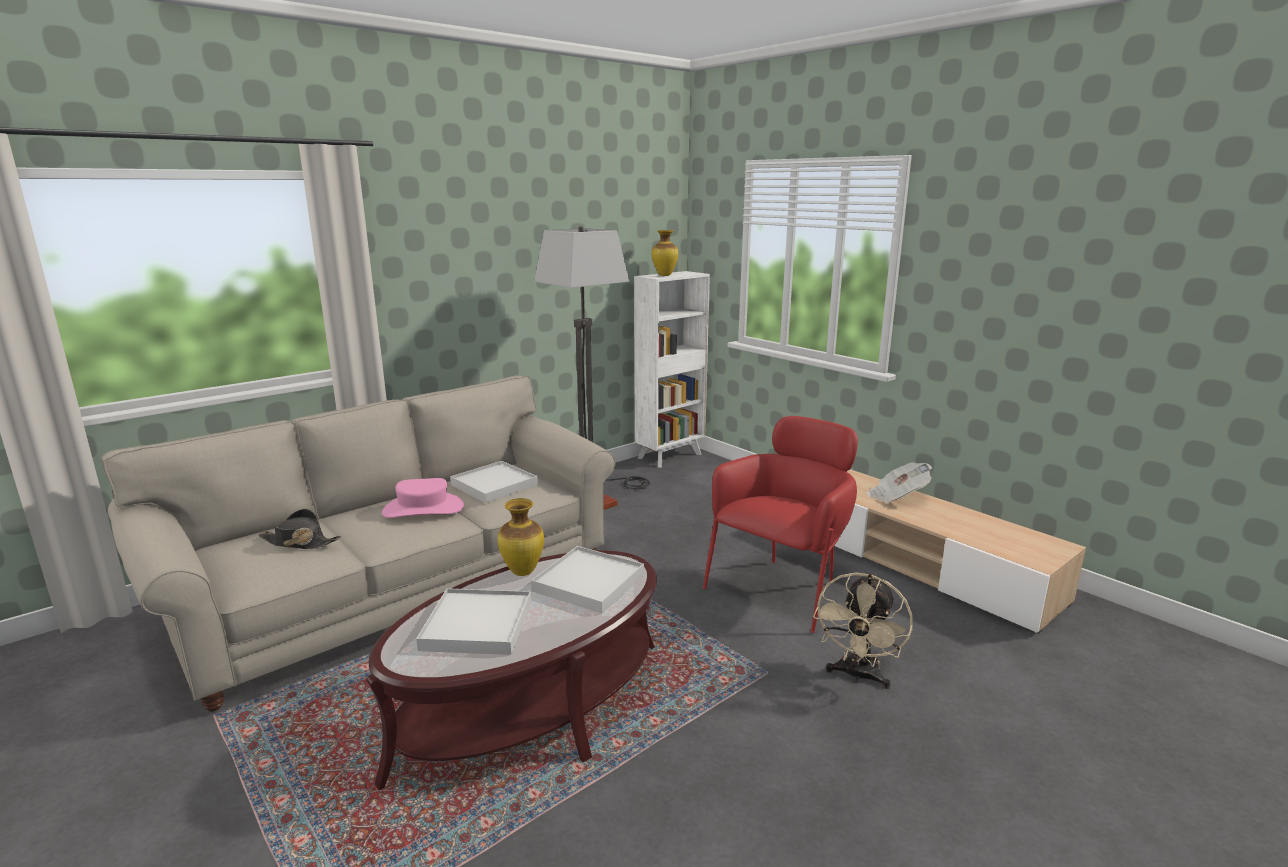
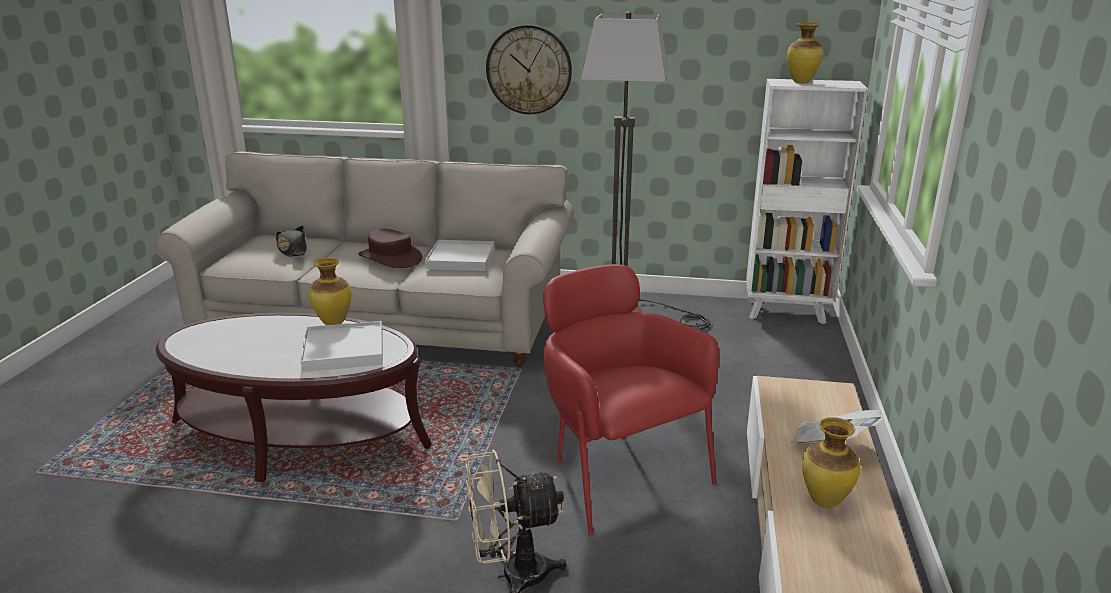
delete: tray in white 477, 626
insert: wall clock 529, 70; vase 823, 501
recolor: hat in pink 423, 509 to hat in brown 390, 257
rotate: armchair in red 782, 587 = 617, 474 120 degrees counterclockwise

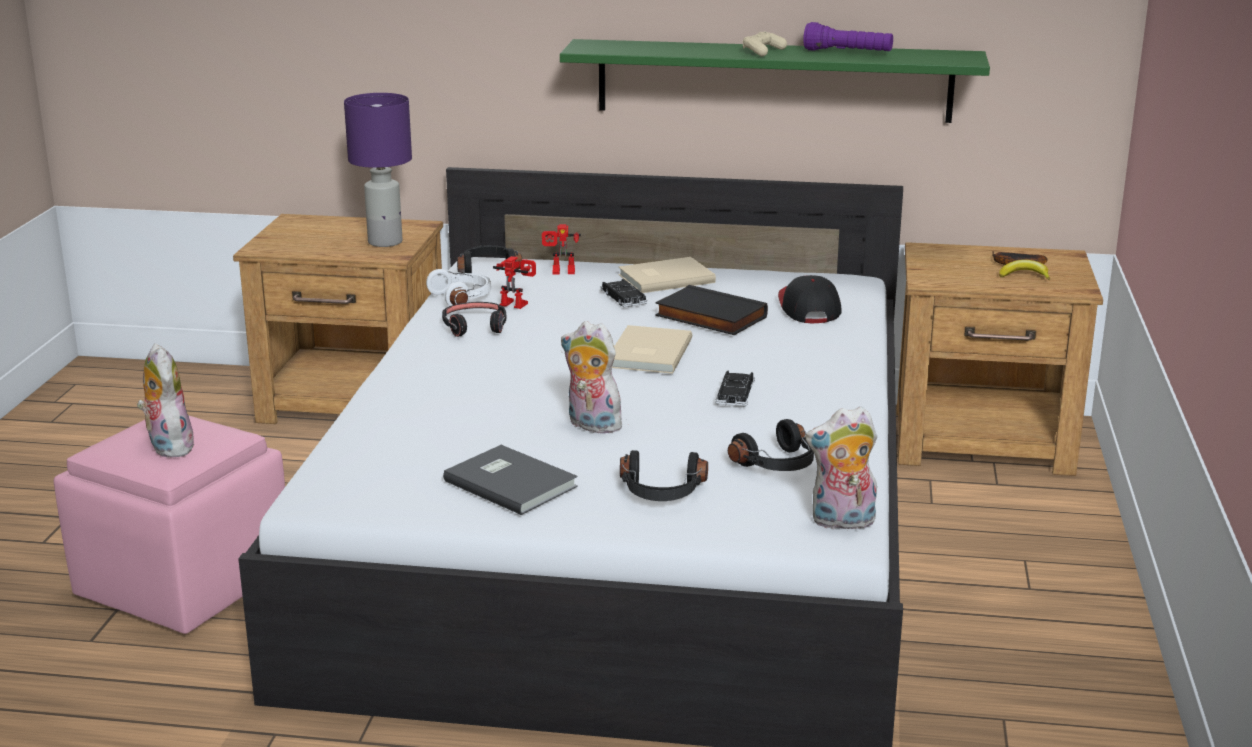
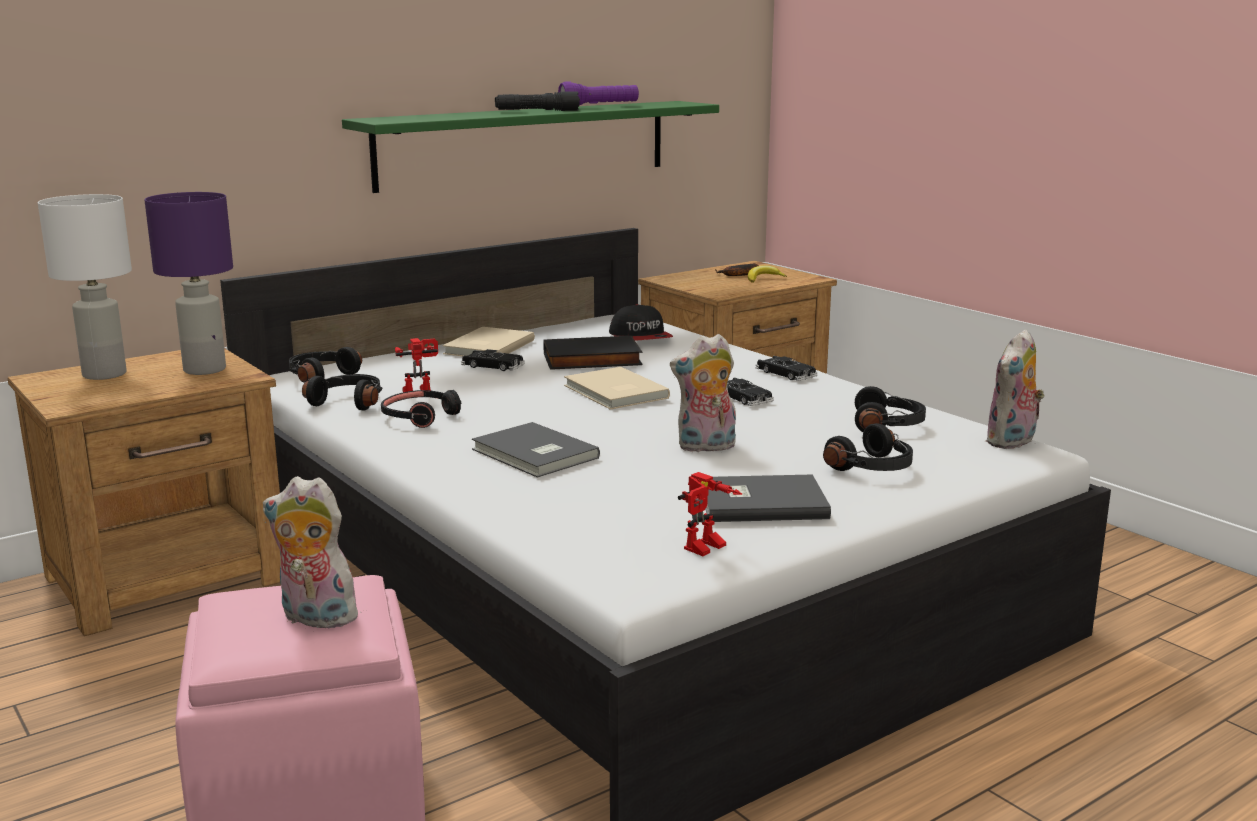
insert: table lamp in white 105, 375; book in grey 533, 455; toy car in black 785, 374
move: toy robot 561, 272 to 707, 549
replace: game controller in beige 763, 51 to flashlight in black 537, 111
recolor: headphones in white 462, 298 to headphones in black 349, 402
rotate: cap 808, 307 = 641, 337 150 degrees counterclockwise

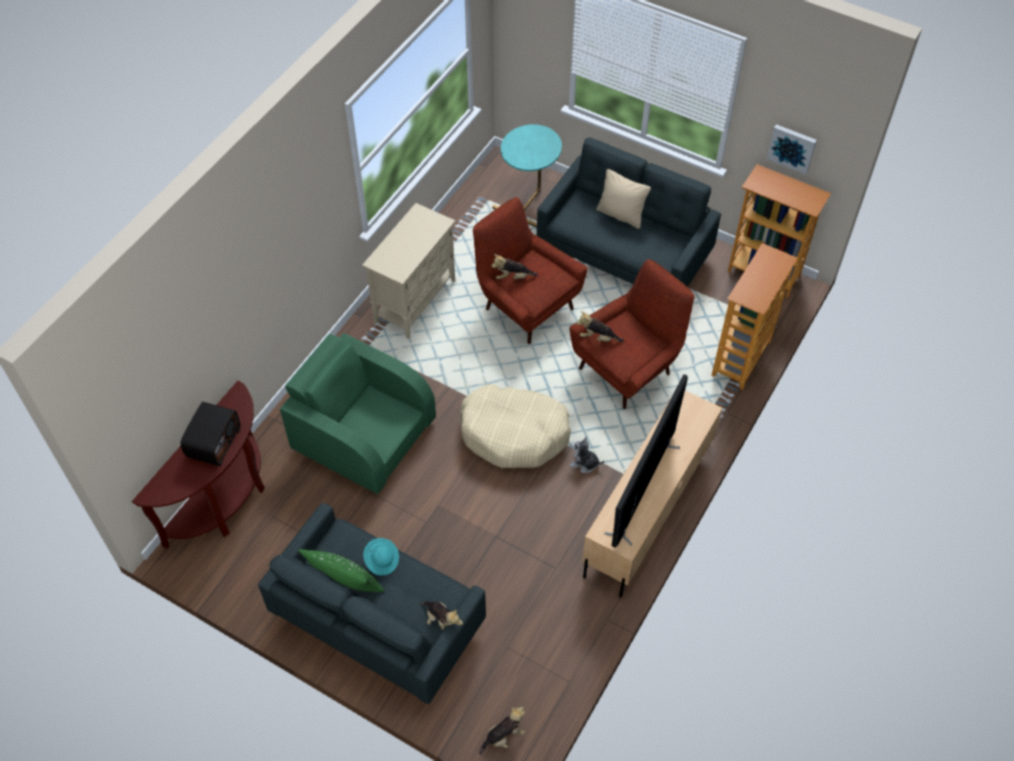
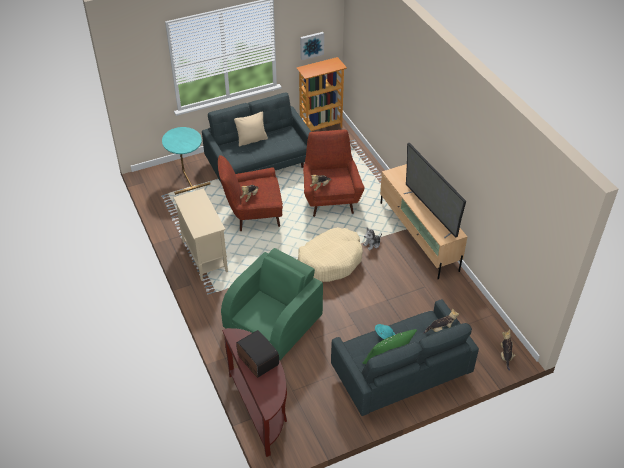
delete: bookcase 741, 359
rotate: armchair in green 363, 435 = 274, 322 150 degrees clockwise

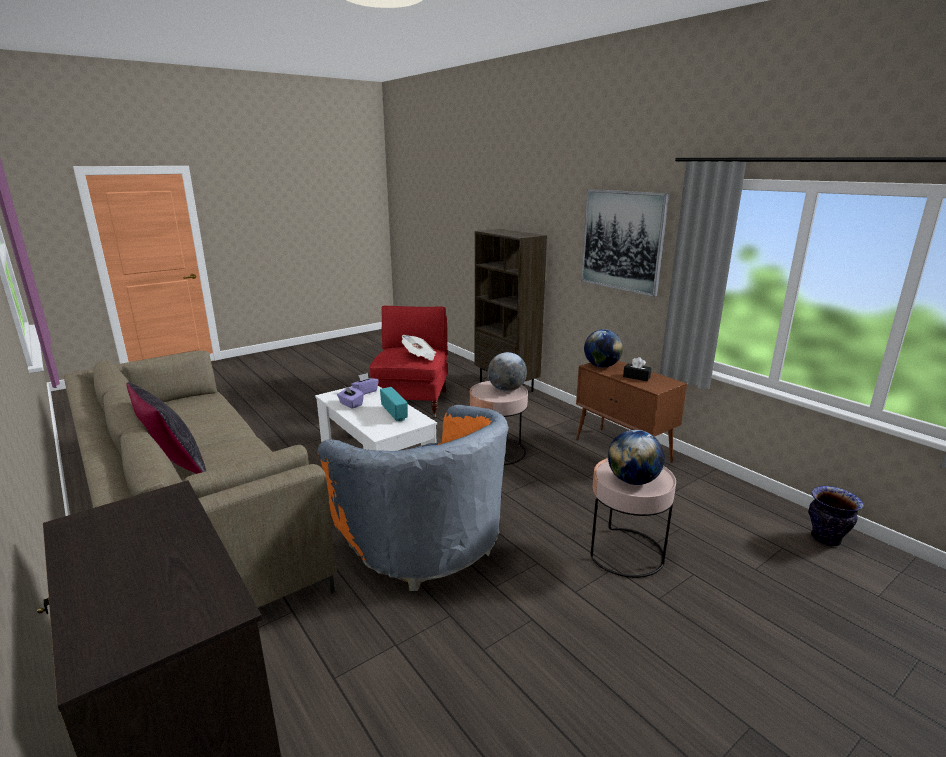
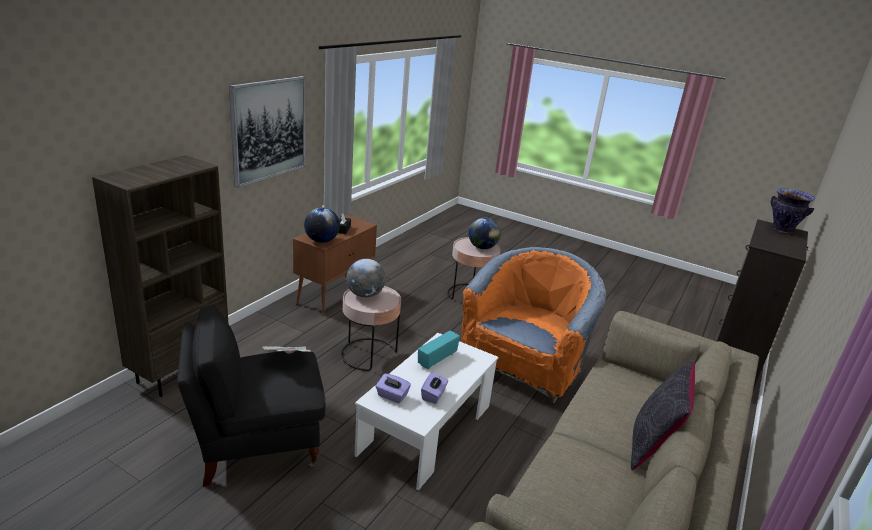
move: vase 826, 539 to 782, 229
recolor: armchair in red 412, 402 to armchair in black 257, 444

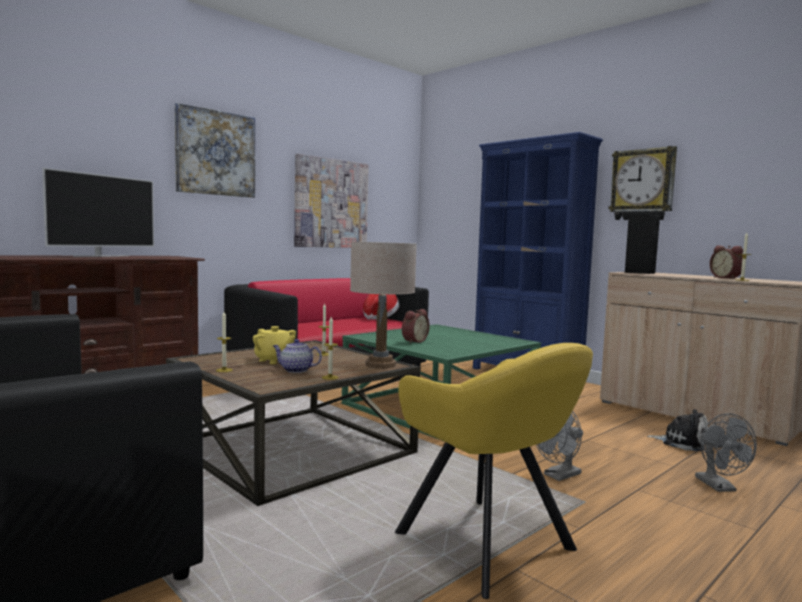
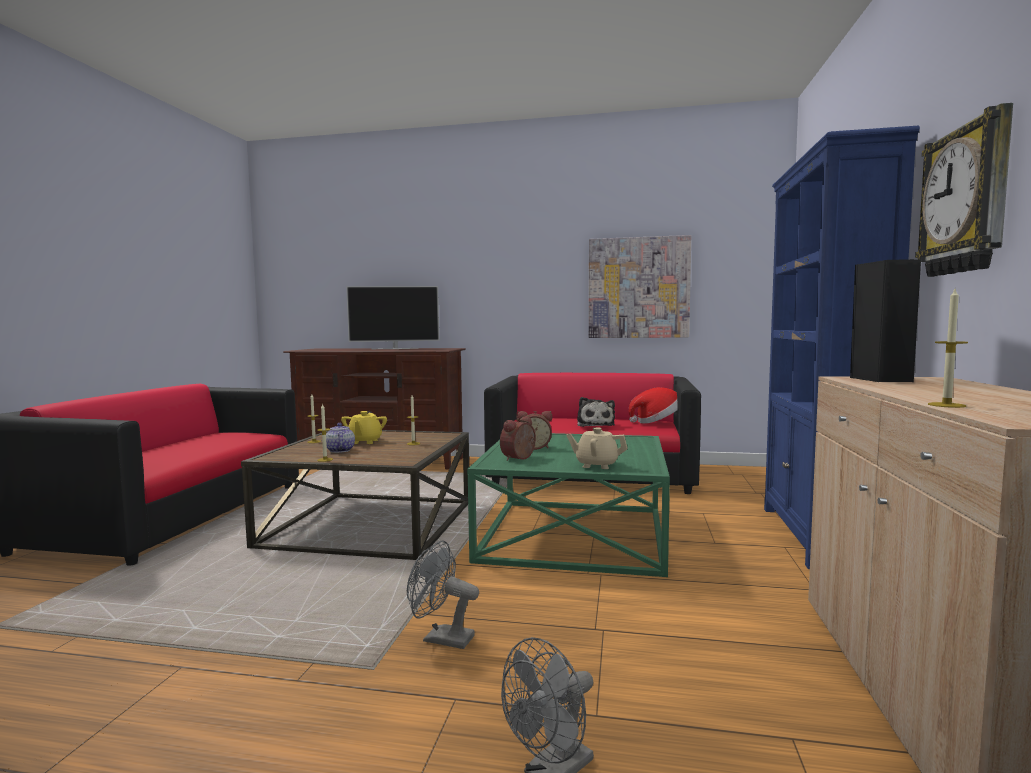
delete: picture 215, 153; table lamp in beige 380, 365; armchair in yellow 489, 546
insert: teapot in beige 596, 465
move: plush toy 682, 442 to 595, 424; alarm clock 727, 278 to 520, 458

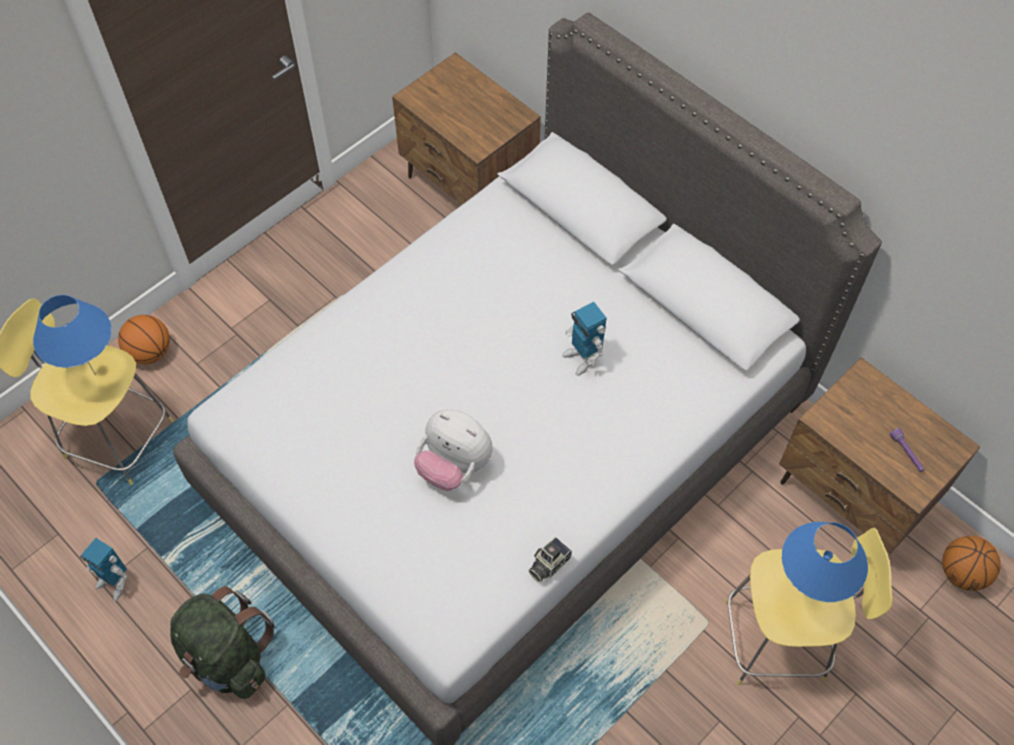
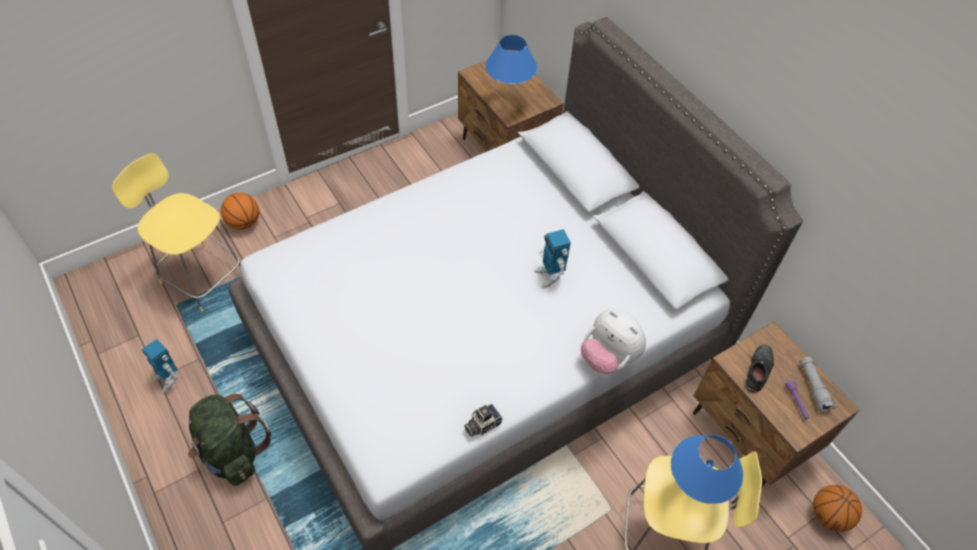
insert: shoe in black 758, 369; flashlight in grey 813, 387
move: table lamp in blue 95, 374 to 508, 106; plush toy 454, 465 to 608, 357

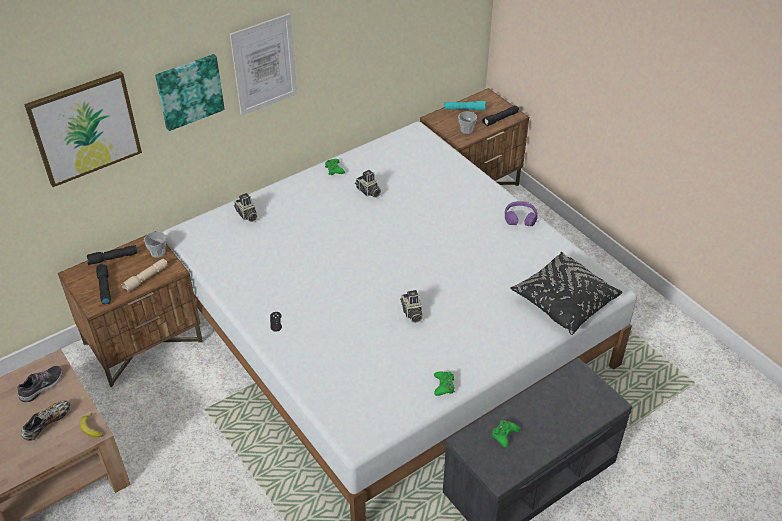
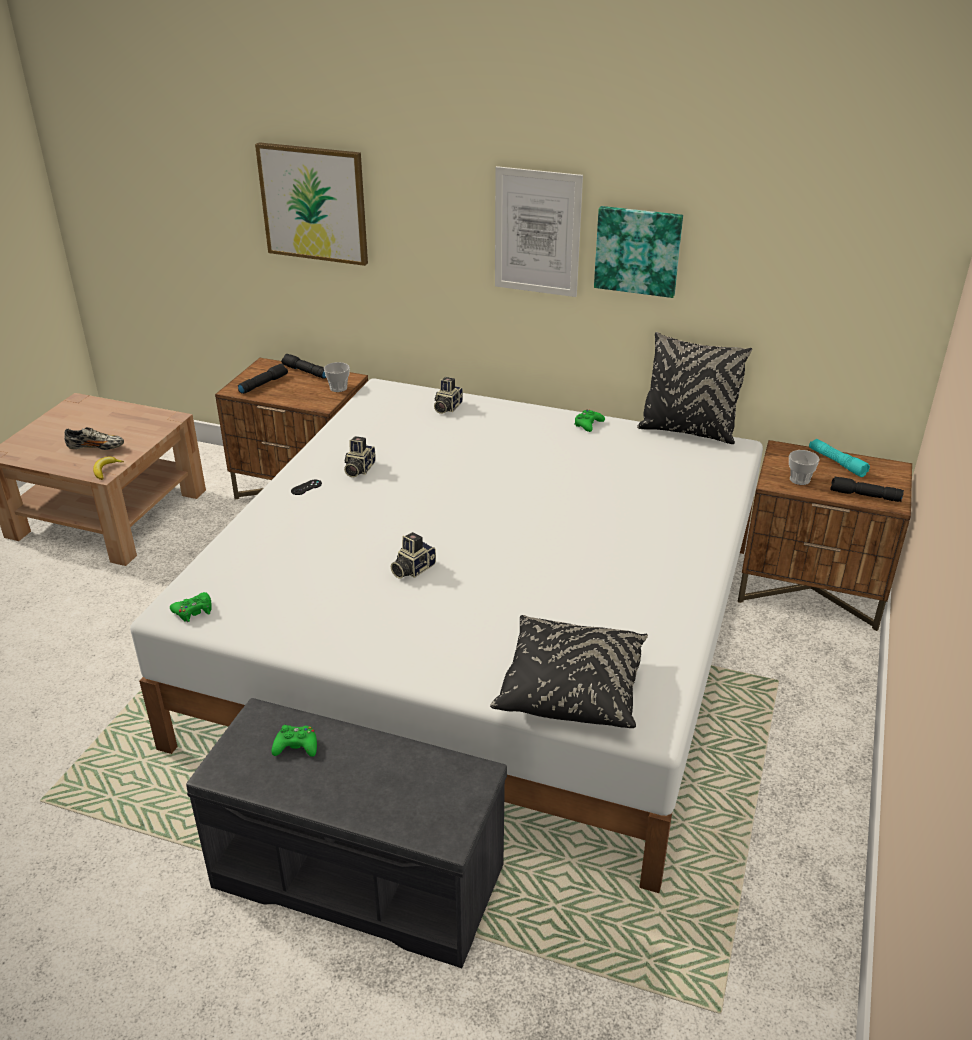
delete: shoe 42, 386; flashlight in beige 146, 279; headphones in purple 520, 218
insert: pillow in black 687, 431
move: picture 189, 91 to 638, 250; photo camera 368, 192 to 358, 469; game controller in green 444, 386 to 193, 611

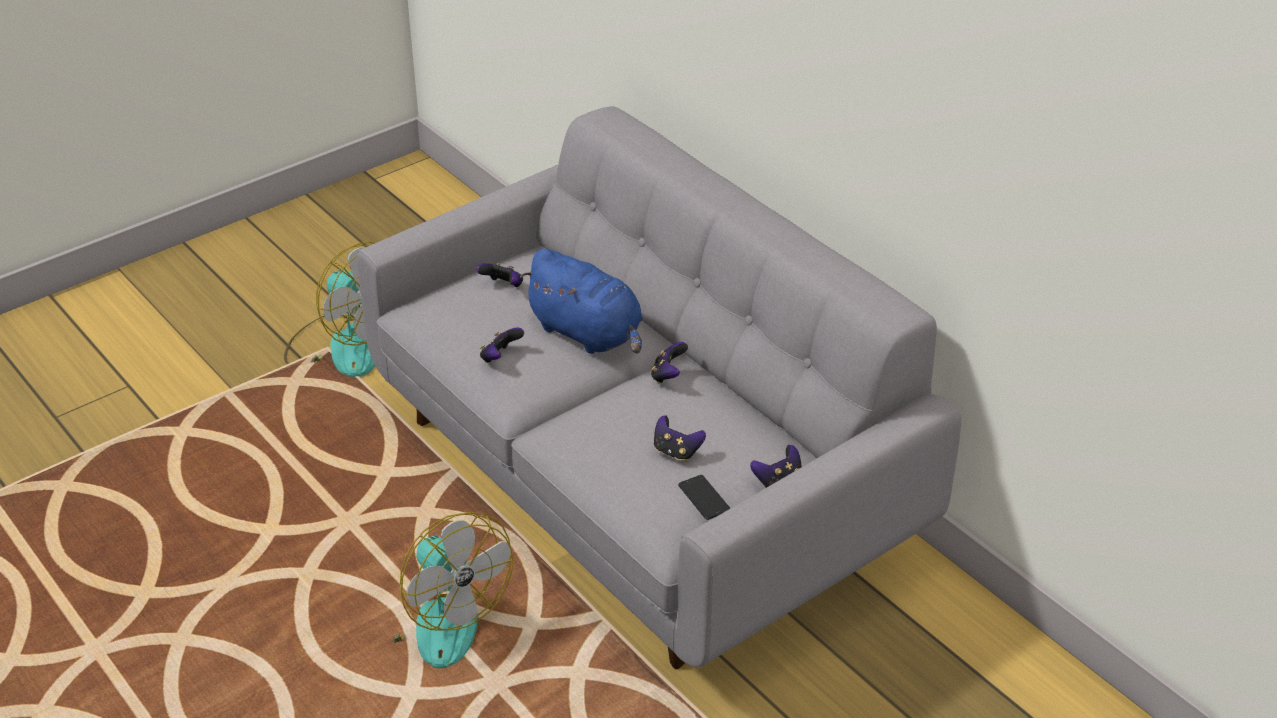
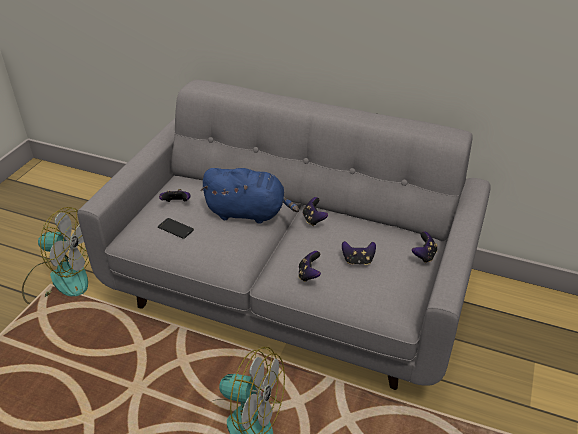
move: game controller 500, 357 to 309, 275; phone 704, 498 to 175, 228

